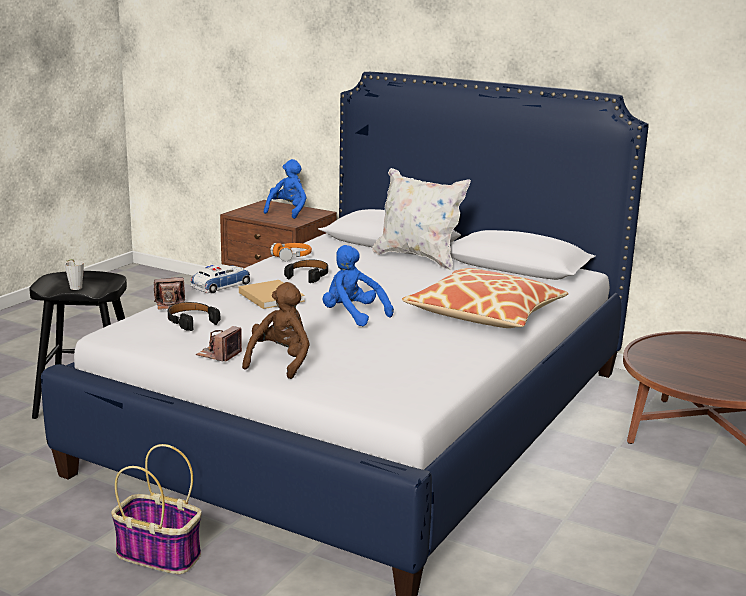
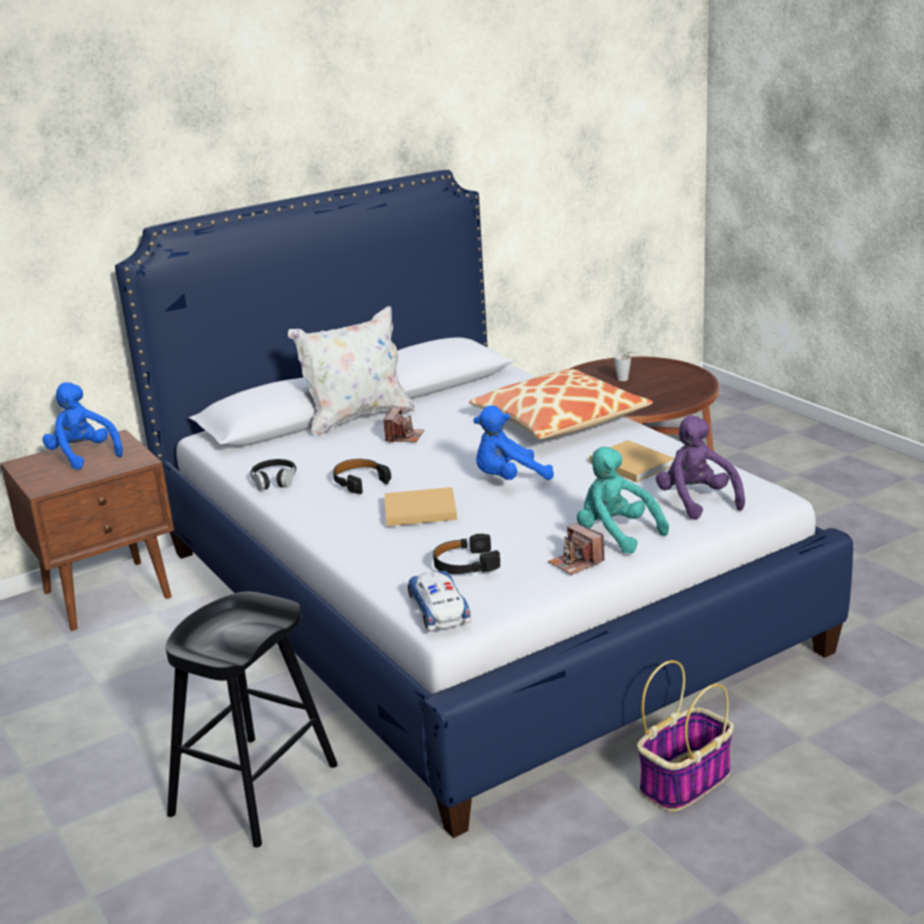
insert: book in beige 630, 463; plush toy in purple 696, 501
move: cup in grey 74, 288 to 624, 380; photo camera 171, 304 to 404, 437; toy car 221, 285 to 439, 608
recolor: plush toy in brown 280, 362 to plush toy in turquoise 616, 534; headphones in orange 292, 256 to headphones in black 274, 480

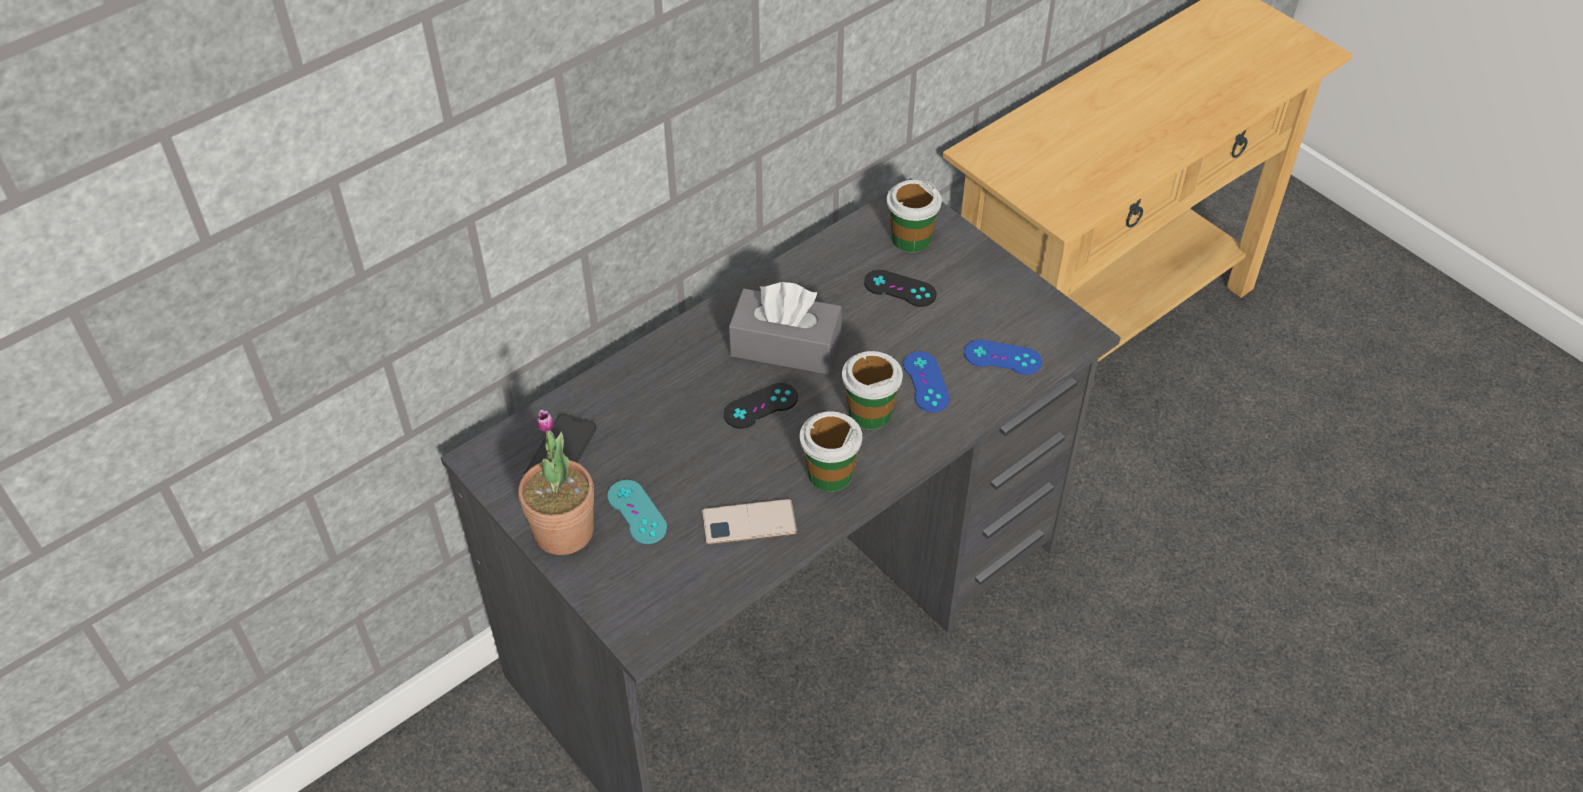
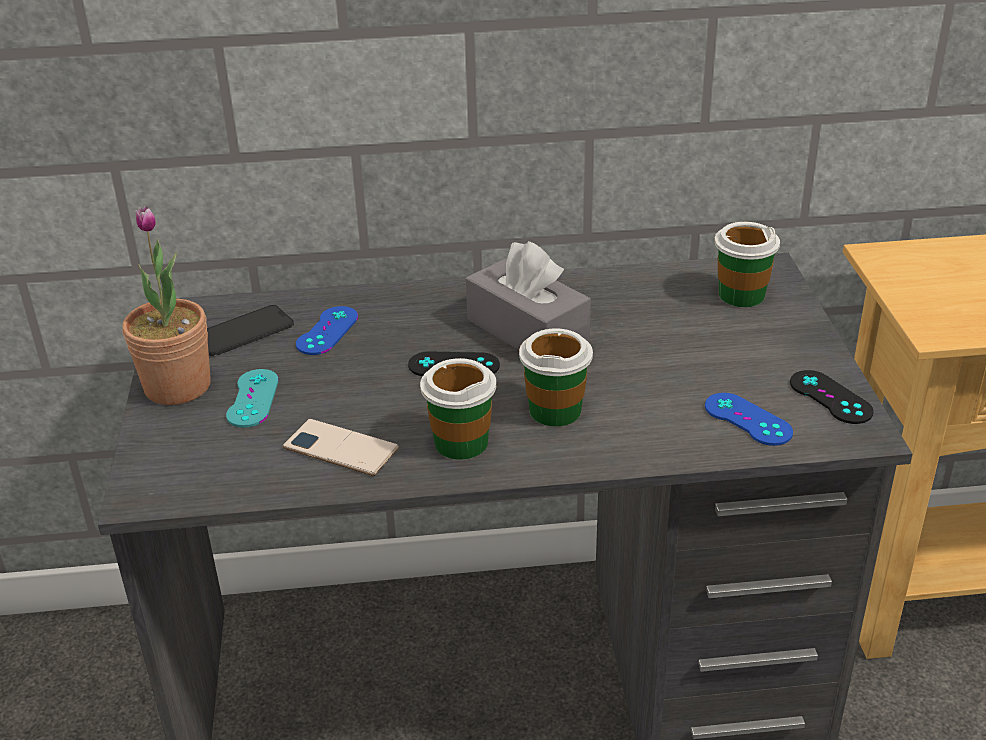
move: game controller in black 900, 289 to 830, 397; game controller in blue 926, 382 to 327, 331

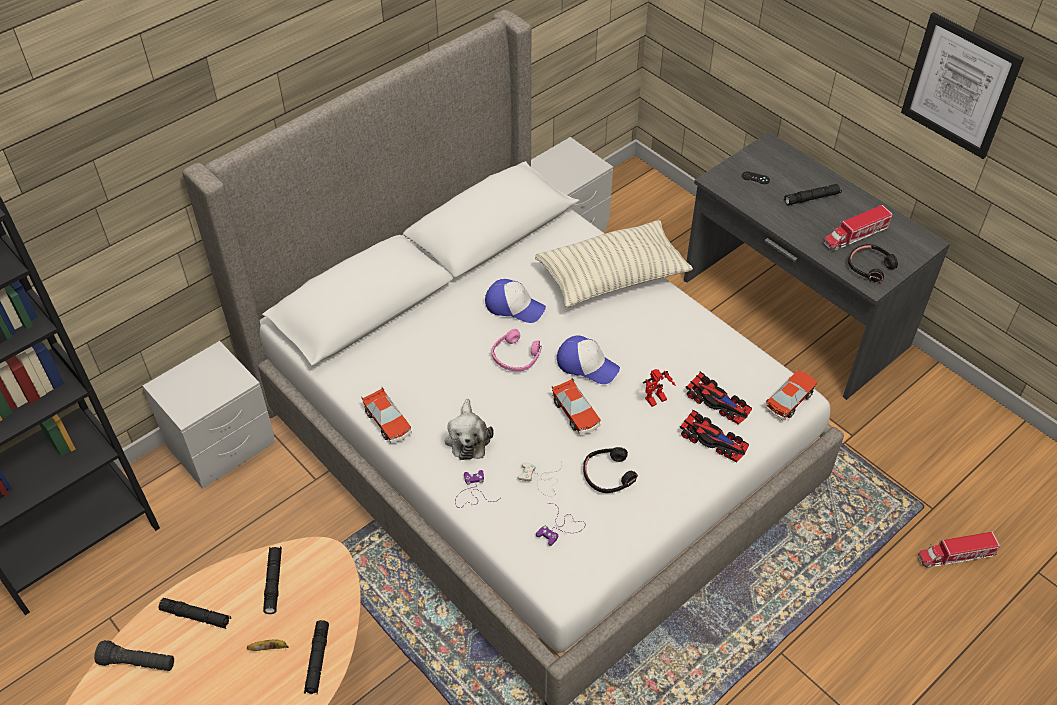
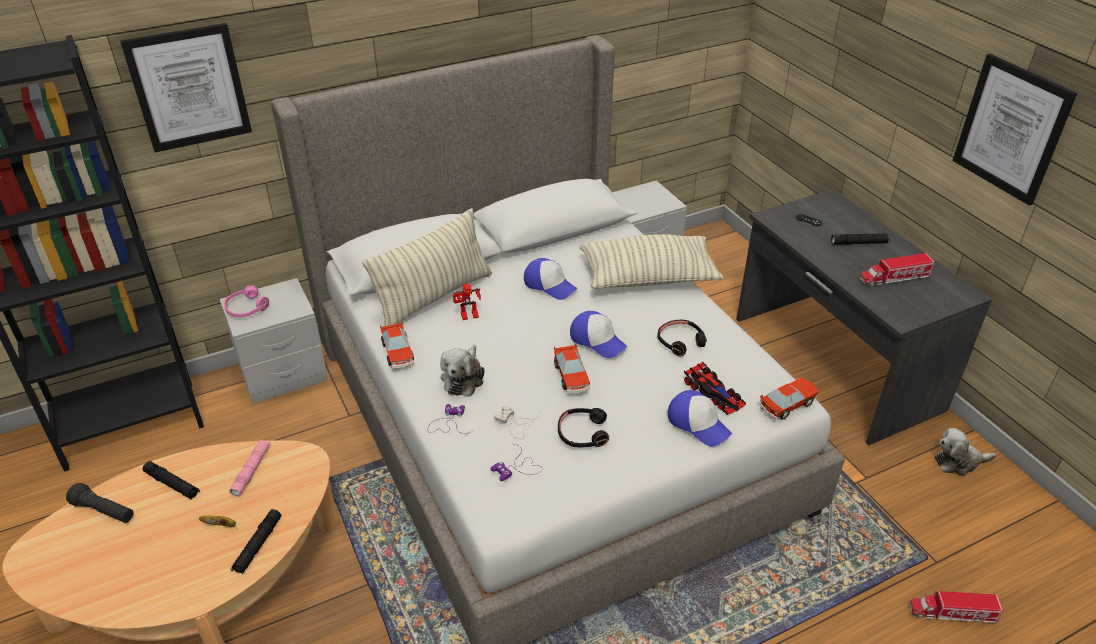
insert: picture 189, 88; pillow 434, 297; plush toy 959, 462
move: headphones in pink 516, 356 to 246, 308; toy robot 656, 401 to 468, 317; headphones in black 869, 267 to 680, 341
replace: toy car 713, 440 to cap 698, 423
recolor: flashlight in black 273, 582 to flashlight in pink 251, 471

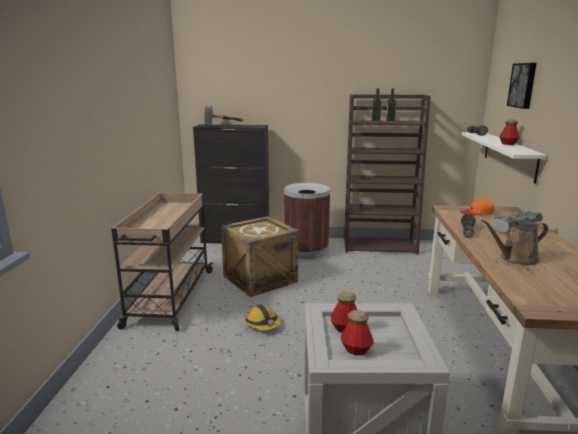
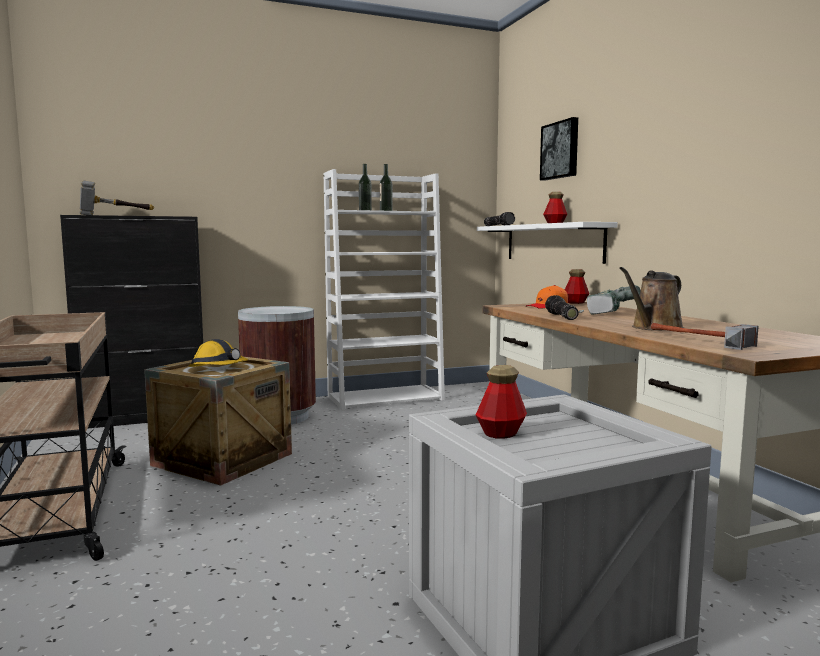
insert: hammer 694, 342
move: hard hat 262, 324 to 219, 368; bottle 356, 350 to 575, 302
recolor: bookcase in brown 380, 246 to bookcase in white 386, 398

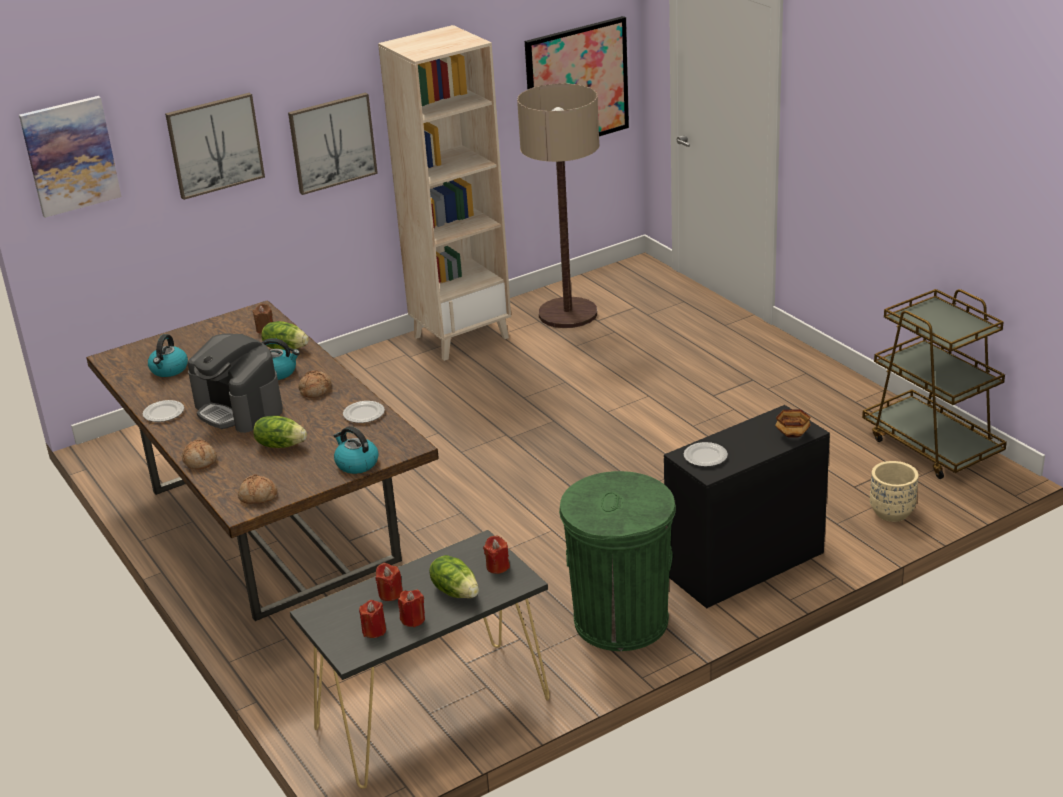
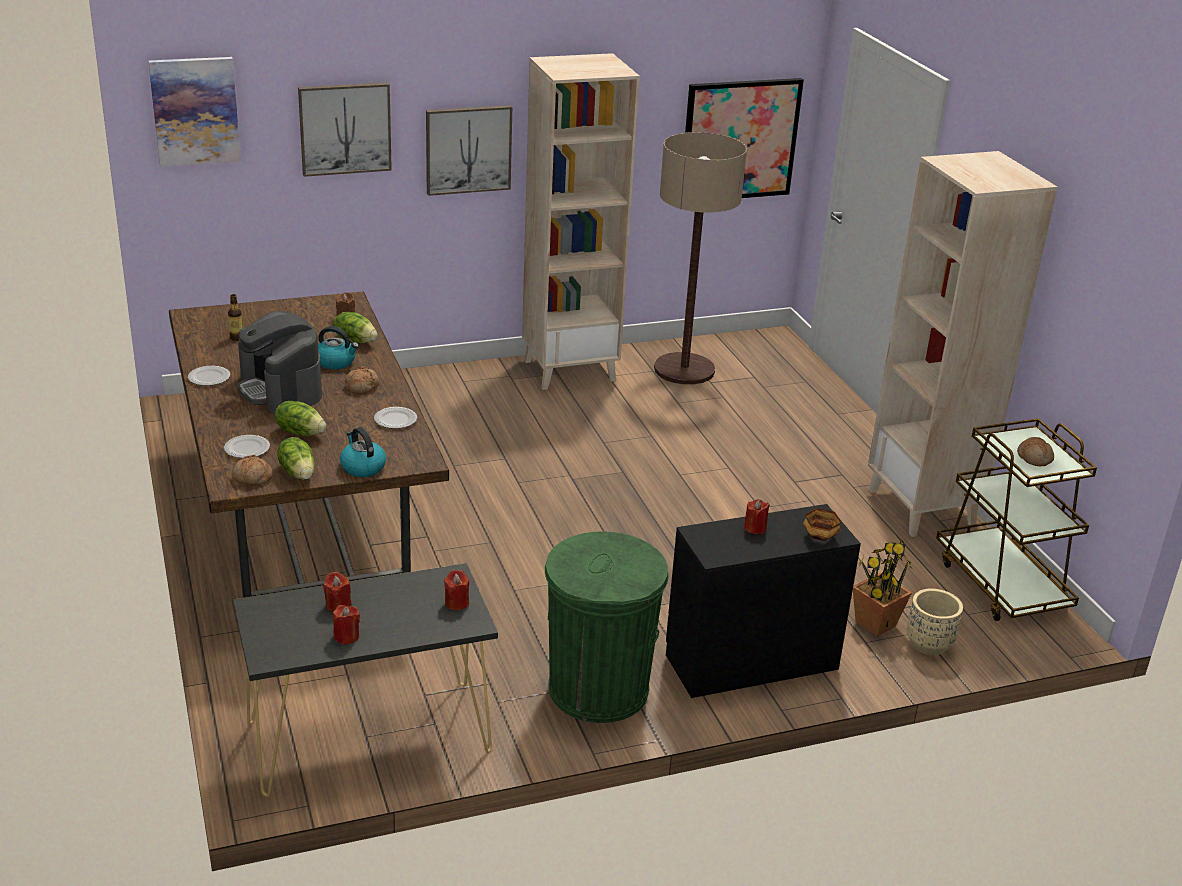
insert: potted plant 875, 624; bookcase in beige 922, 508
move: bread 200, 461 to 1034, 458; candle in red 374, 630 to 755, 528; lettuce 456, 591 to 298, 473; plate 705, 457 to 246, 449
replace: kettle 169, 370 to bottle 236, 338

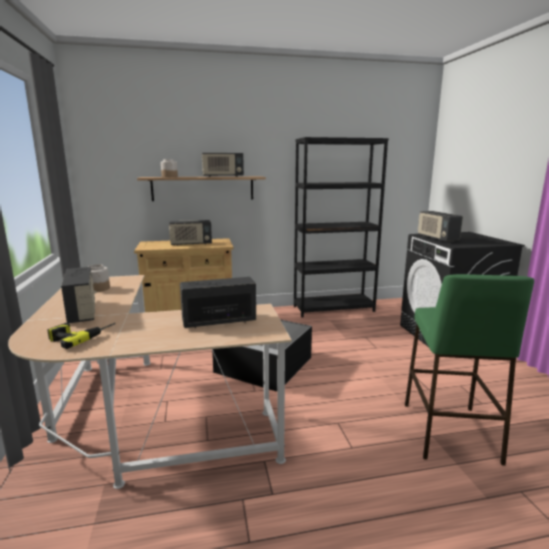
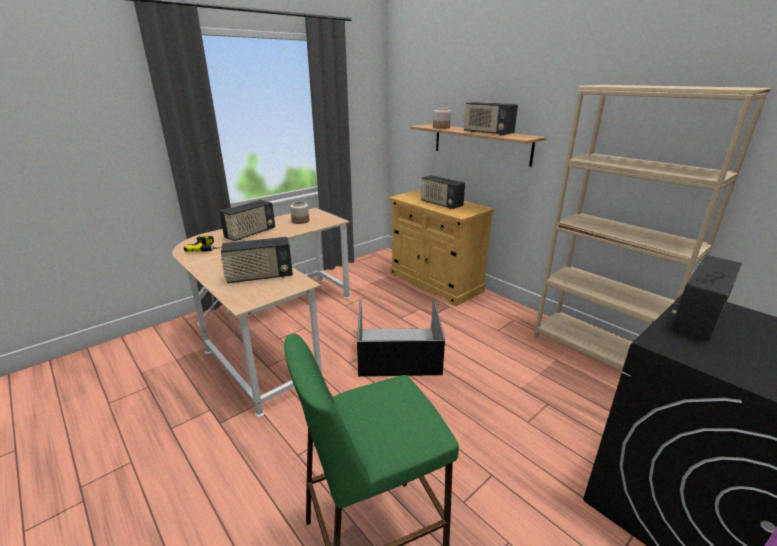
recolor: bookcase in black 334, 308 to bookcase in beige 597, 352
rotate: radio 219, 321 = 260, 277 120 degrees clockwise

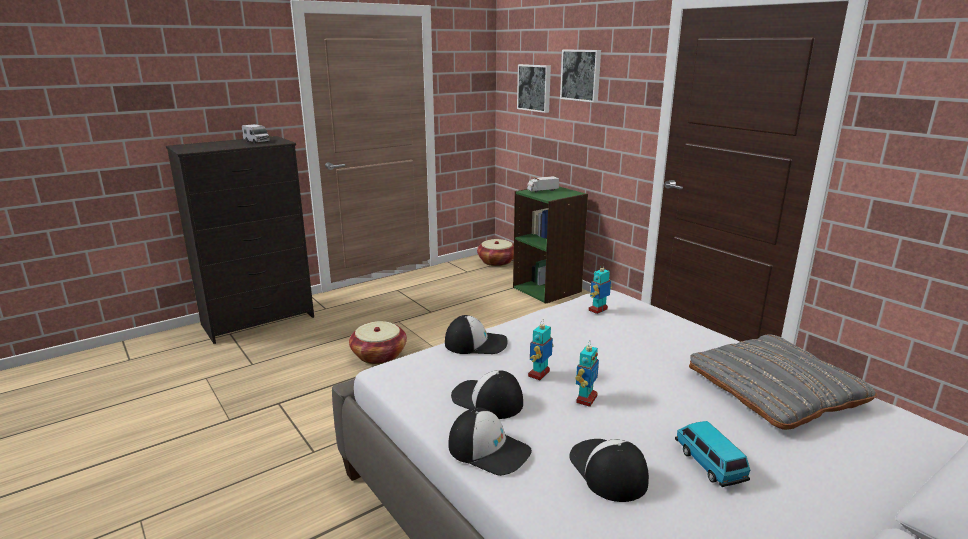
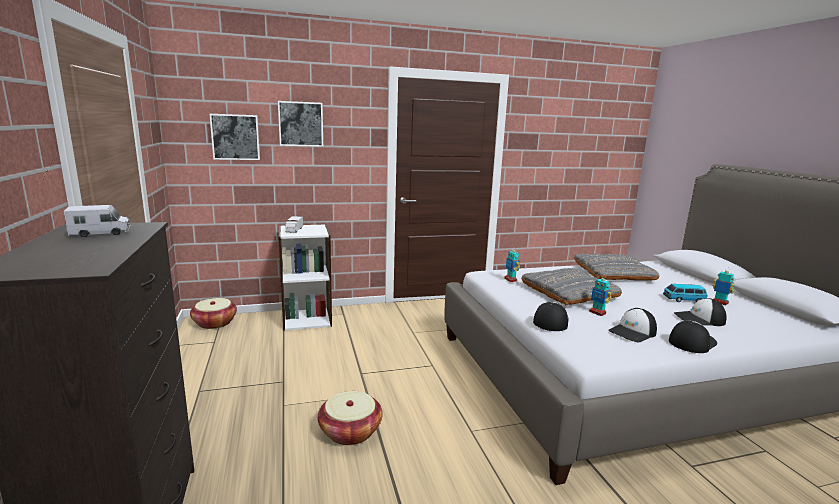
insert: pillow in grey 568, 292
move: toy robot 586, 399 to 720, 302
recolor: bookcase in green 547, 289 to bookcase in white 307, 318

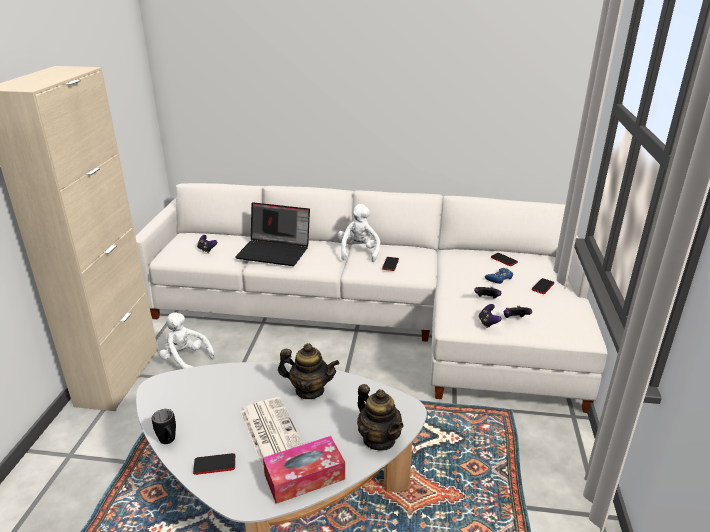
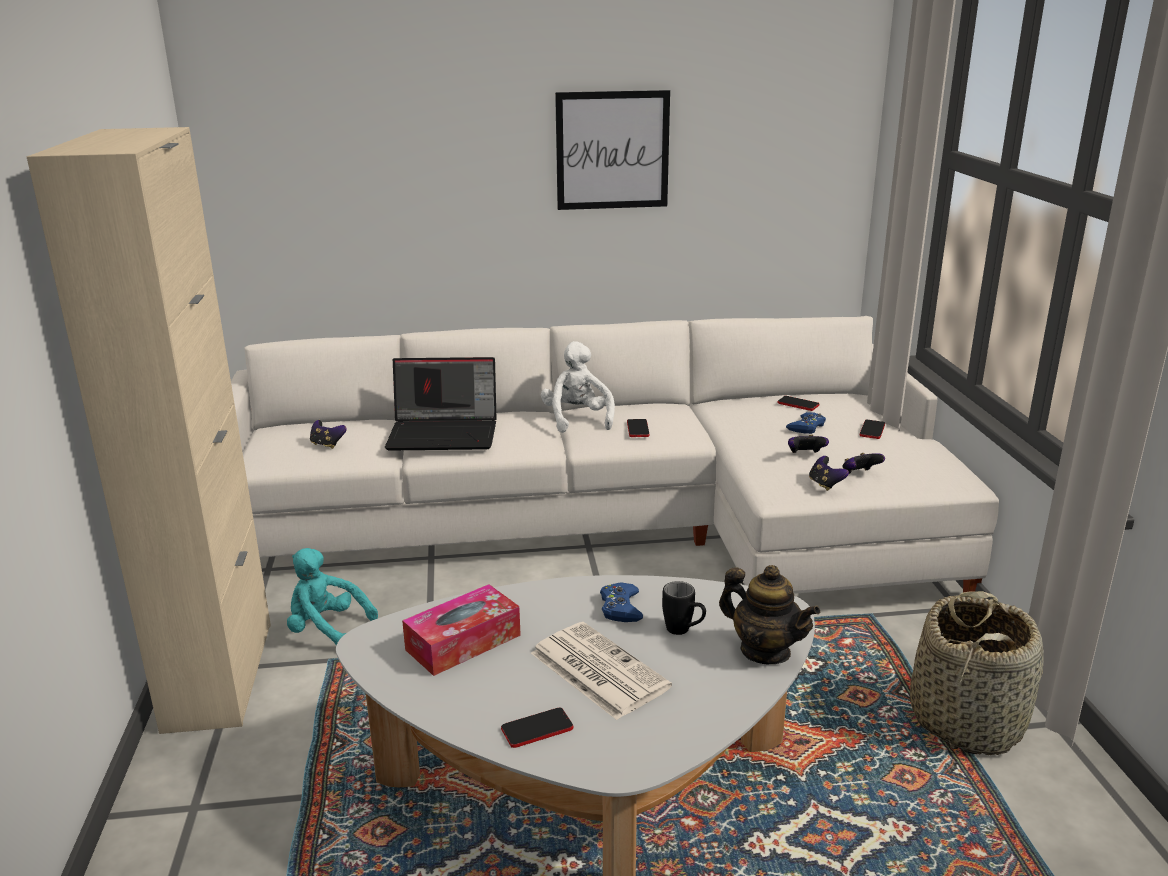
insert: picture 612, 150; basket 967, 720
move: mug in black 169, 442 to 684, 631; tissue box 304, 477 to 463, 642
replace: teapot 309, 390 to game controller in blue 620, 608
recolor: plush toy in white 185, 359 to plush toy in turquoise 327, 630

